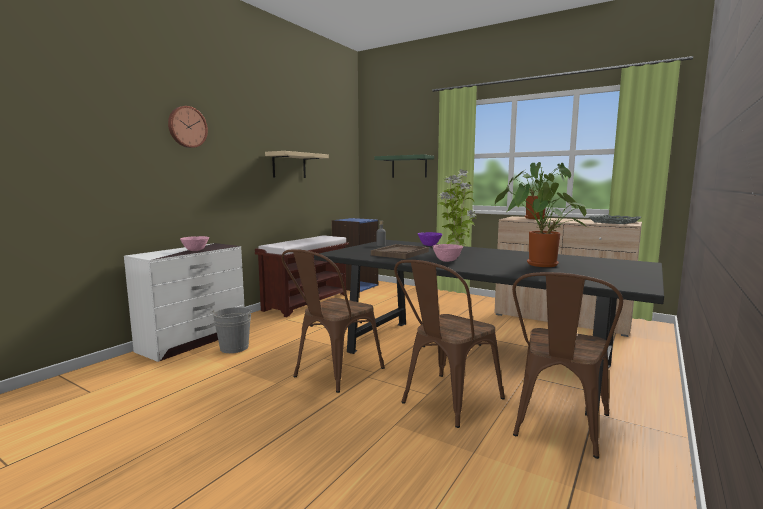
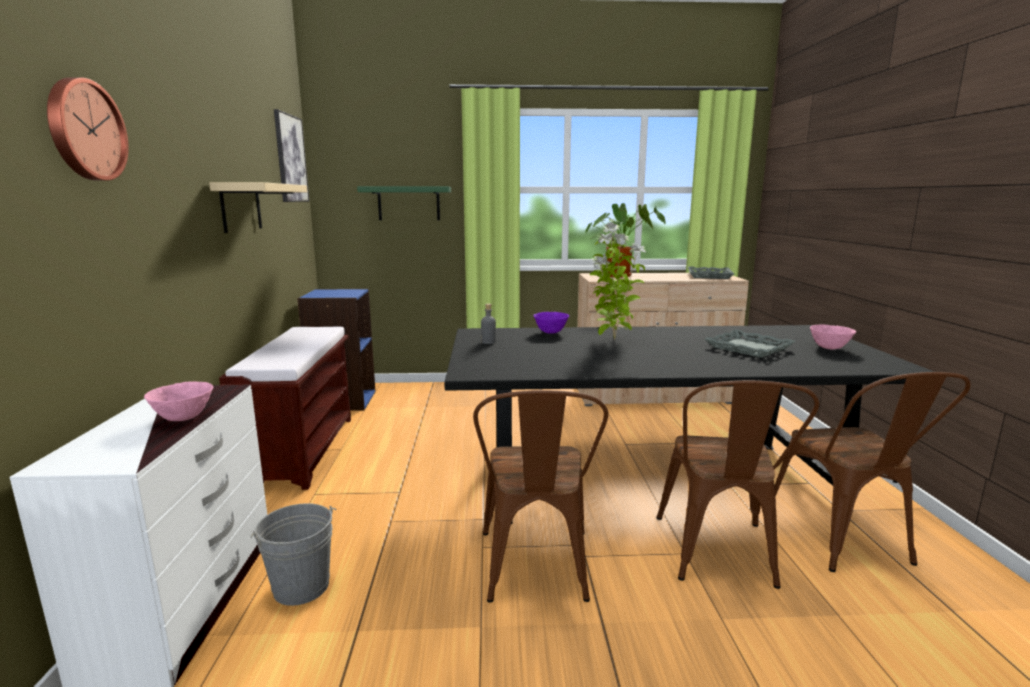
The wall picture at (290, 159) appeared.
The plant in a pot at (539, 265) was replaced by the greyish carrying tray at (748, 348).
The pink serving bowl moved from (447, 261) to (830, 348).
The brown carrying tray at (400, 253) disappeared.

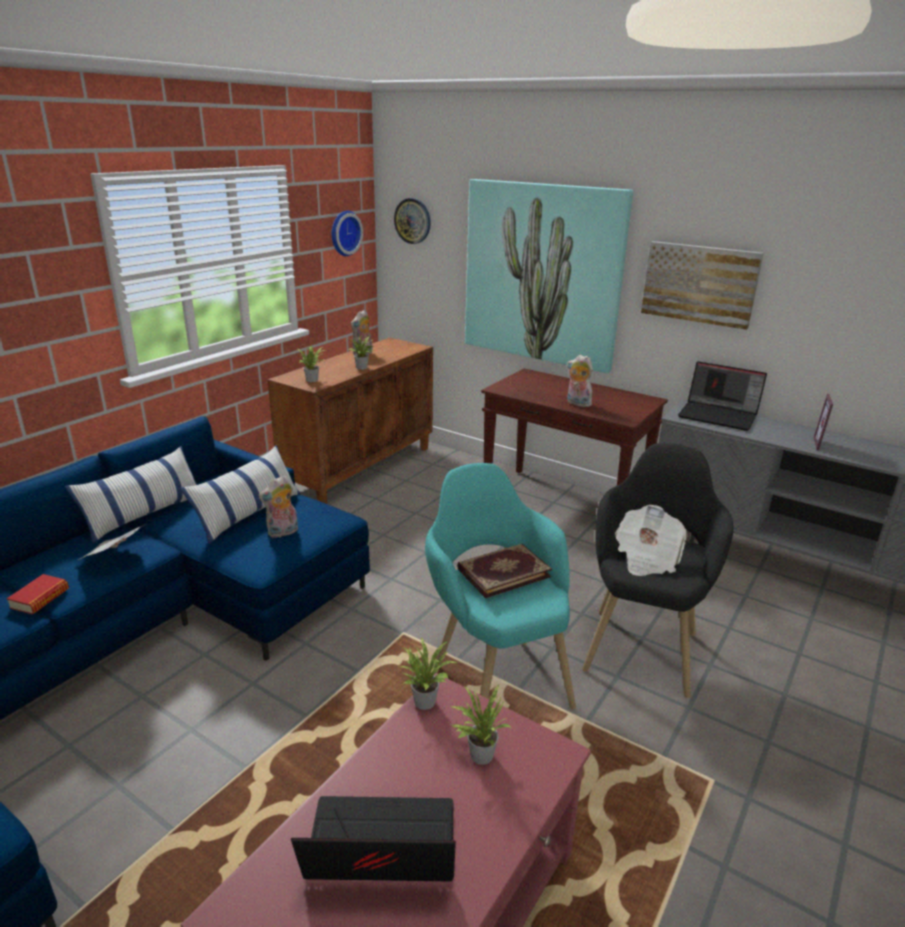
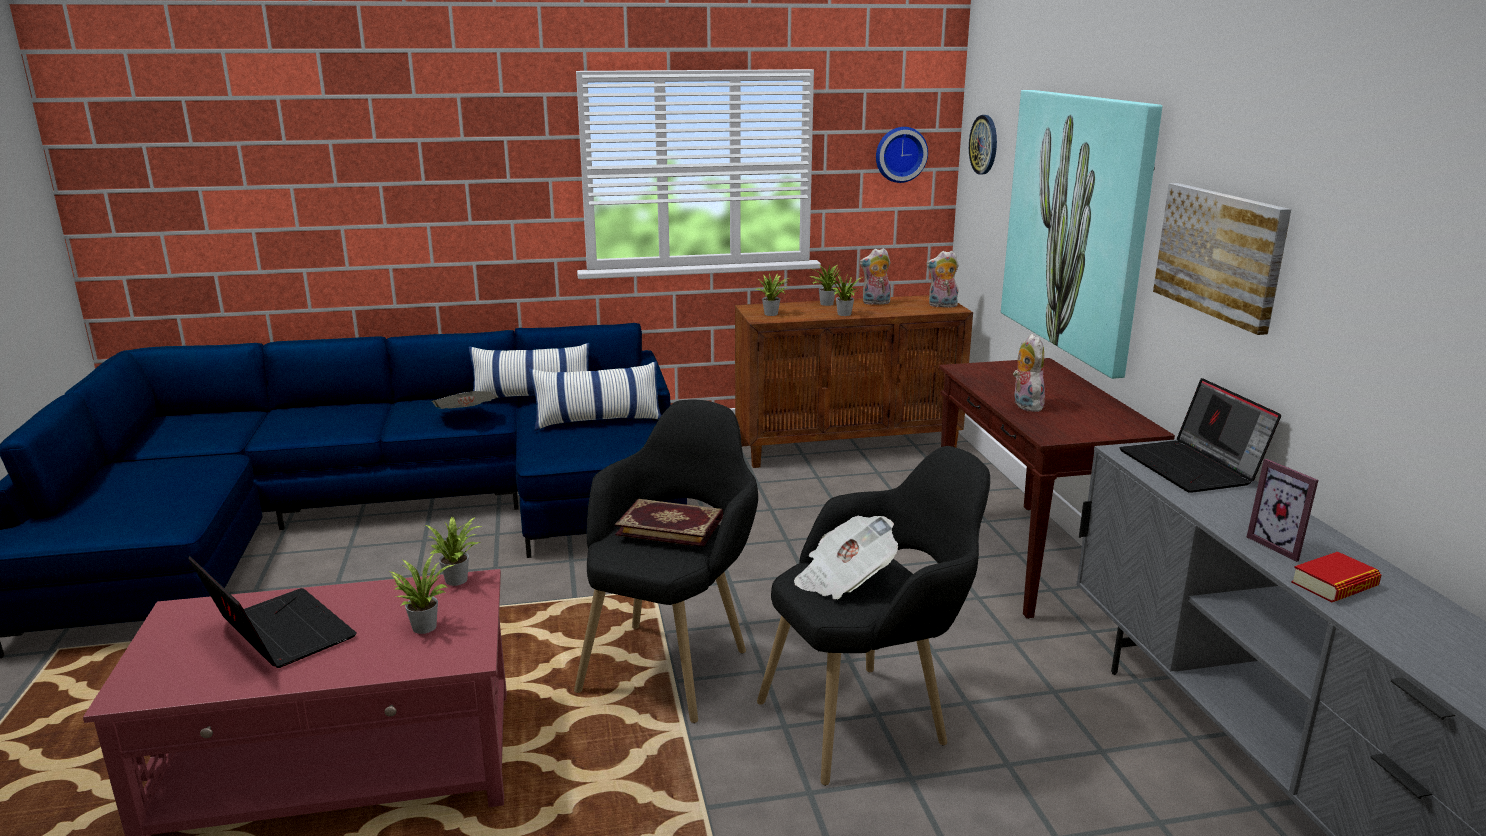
The blue-green lounge chair at (494, 674) became the blackish lounge chair at (673, 659).
The plant in a pot at (825, 304) appeared.
The plush toy moved from (283, 533) to (942, 306).
The standing frame at (825, 445) turned 90 degrees counterclockwise.
The bound book moved from (40, 598) to (1334, 585).

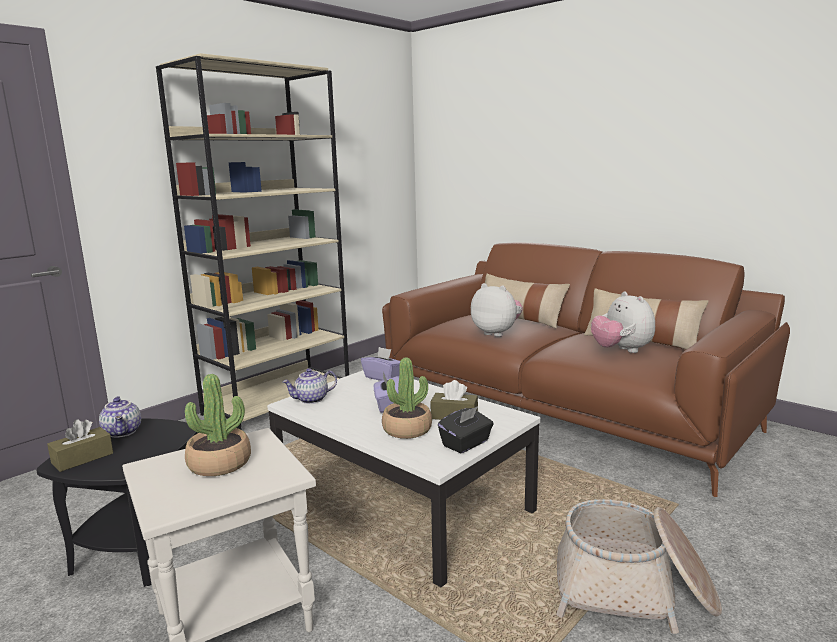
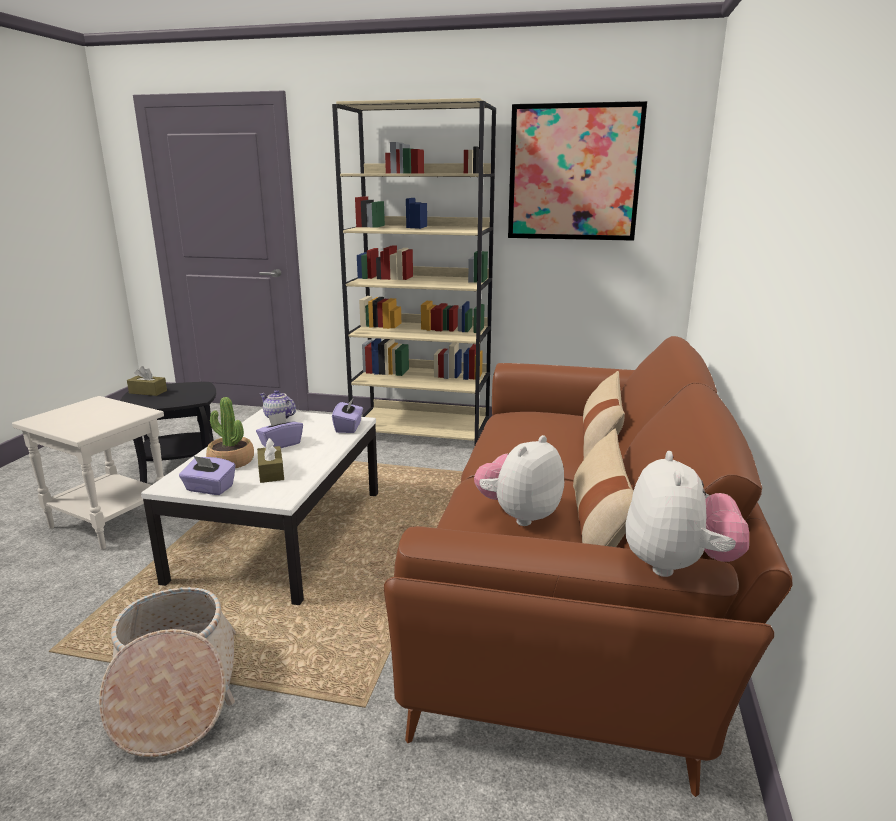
The blackish tissue holder at (466, 444) became the purplish tissue holder at (209, 489).
The wall picture at (574, 173) appeared.
The plush toy moved from (497, 333) to (677, 566).
The teapot at (123, 432) disappeared.
The plant in a pot at (219, 464) disappeared.

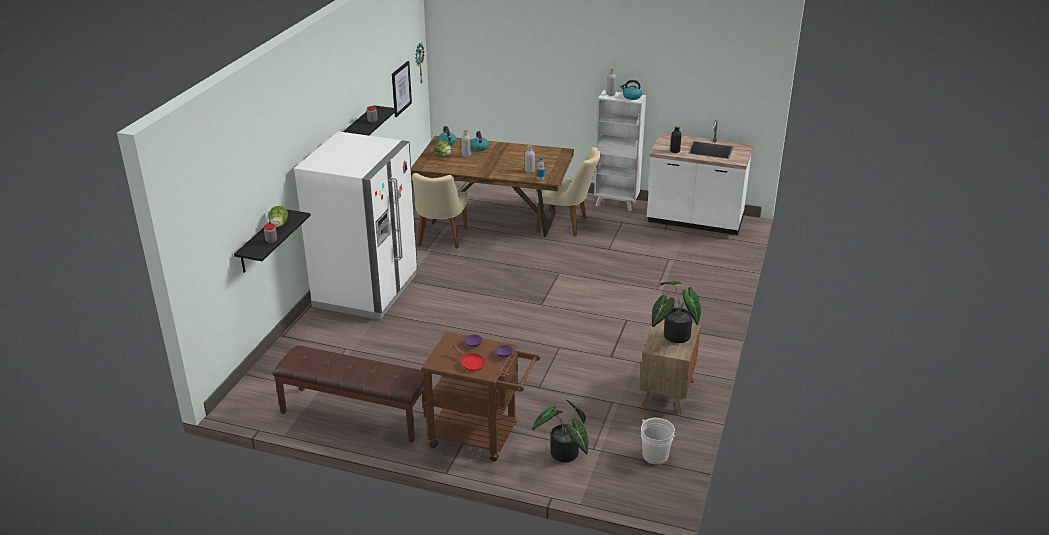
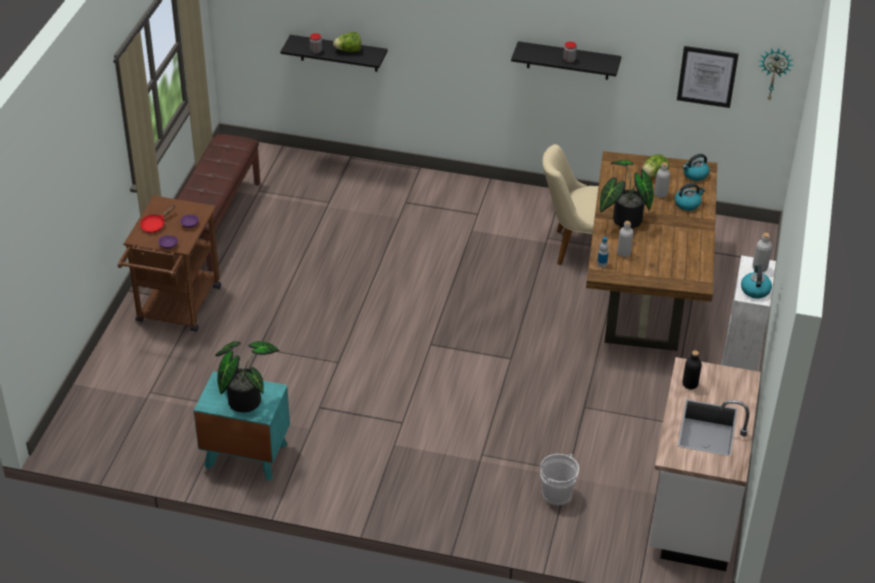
The brown night table at (667, 393) became the blue-green night table at (245, 455).
The white-coloured pail moved from (655, 455) to (556, 494).
The plant in a pot moved from (564, 456) to (623, 220).
The white-coloured kitchen fridge at (366, 291) disappeared.
The beige upright chair at (567, 225) disappeared.

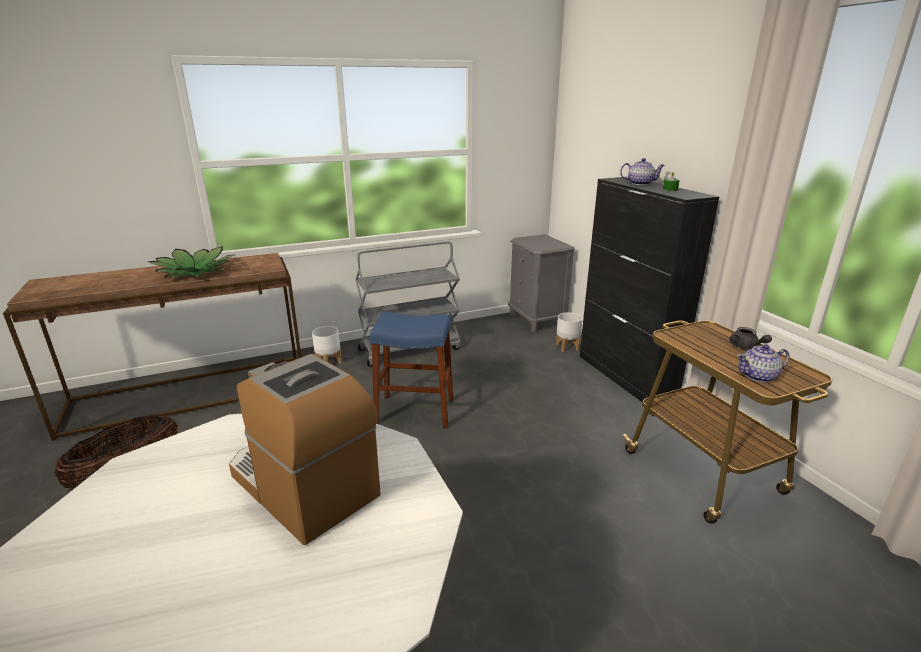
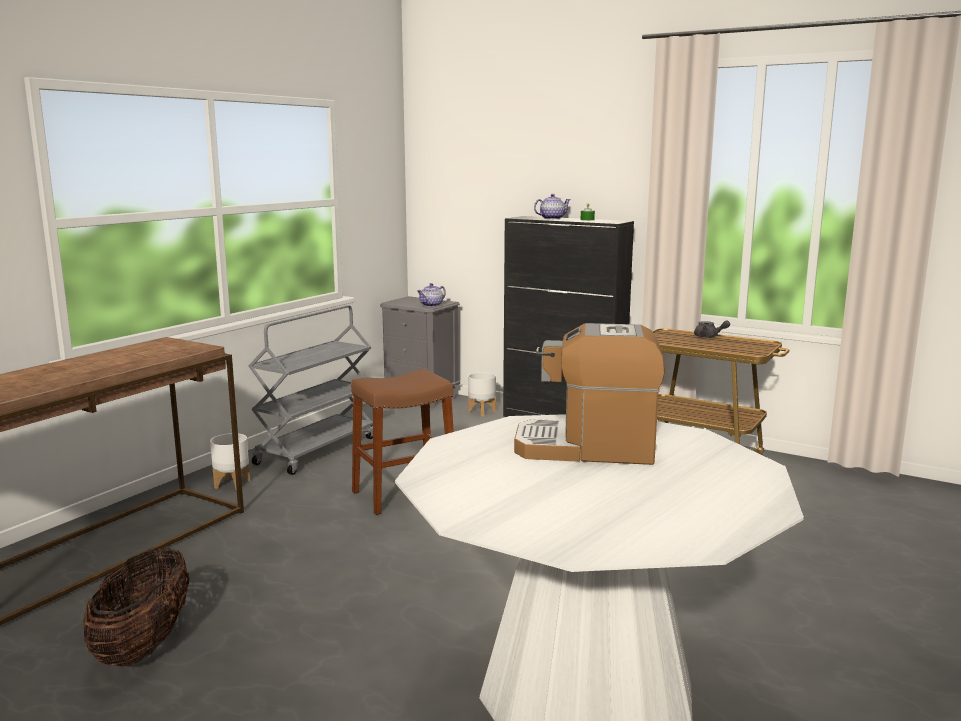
The blue-coloured stool at (415, 411) became the brown stool at (404, 494).
The teapot moved from (758, 376) to (432, 305).
The plant in a pot at (194, 272) disappeared.

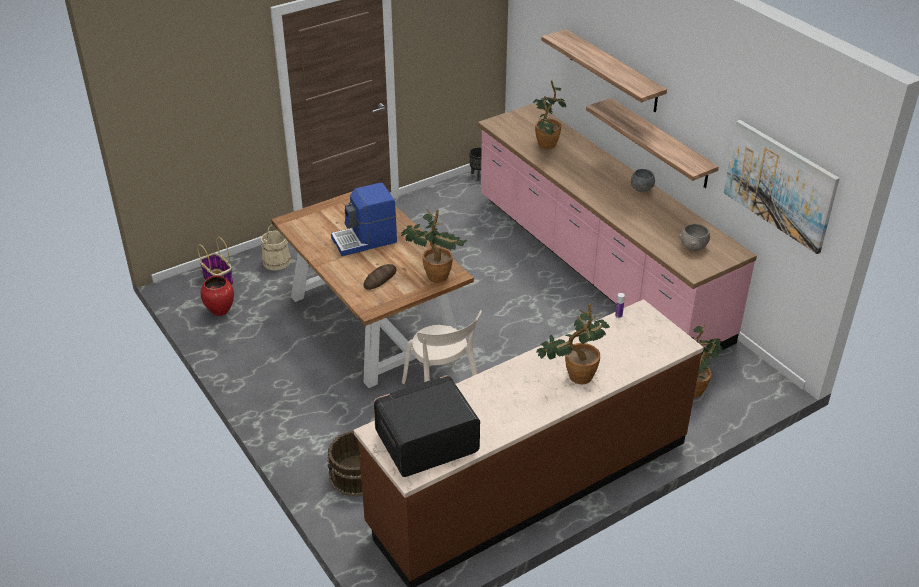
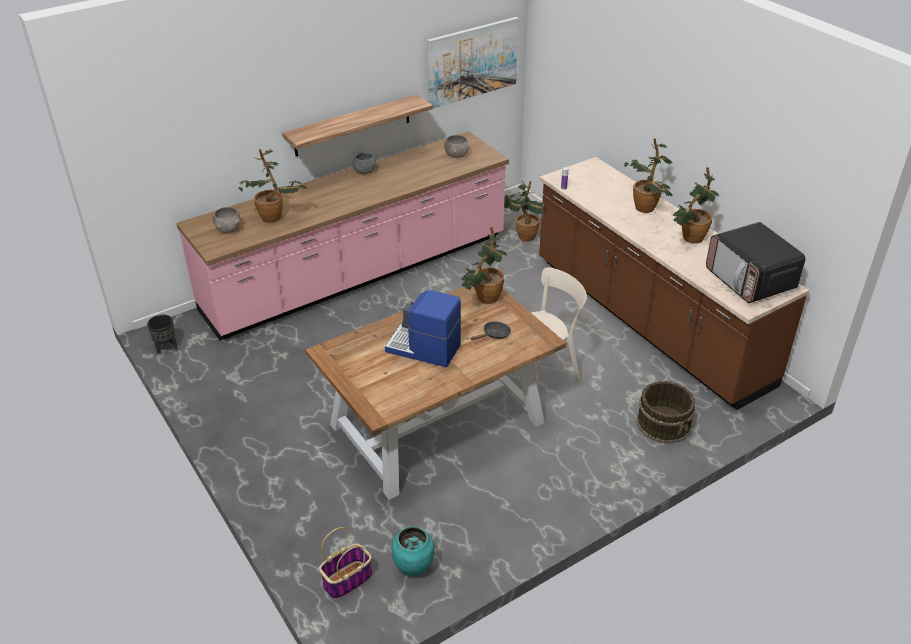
The greyish serving bowl at (228, 229) appeared.
The coffee brewer at (365, 240) turned 135 degrees clockwise.
The red-coloured decorative vase at (220, 311) became the blue-green decorative vase at (413, 568).
The bakery bread at (380, 279) was replaced by the blackish pan at (494, 335).
The plant in a pot at (689, 239) appeared.
The beige pail at (276, 261) disappeared.
The bracket shelf at (613, 71) disappeared.

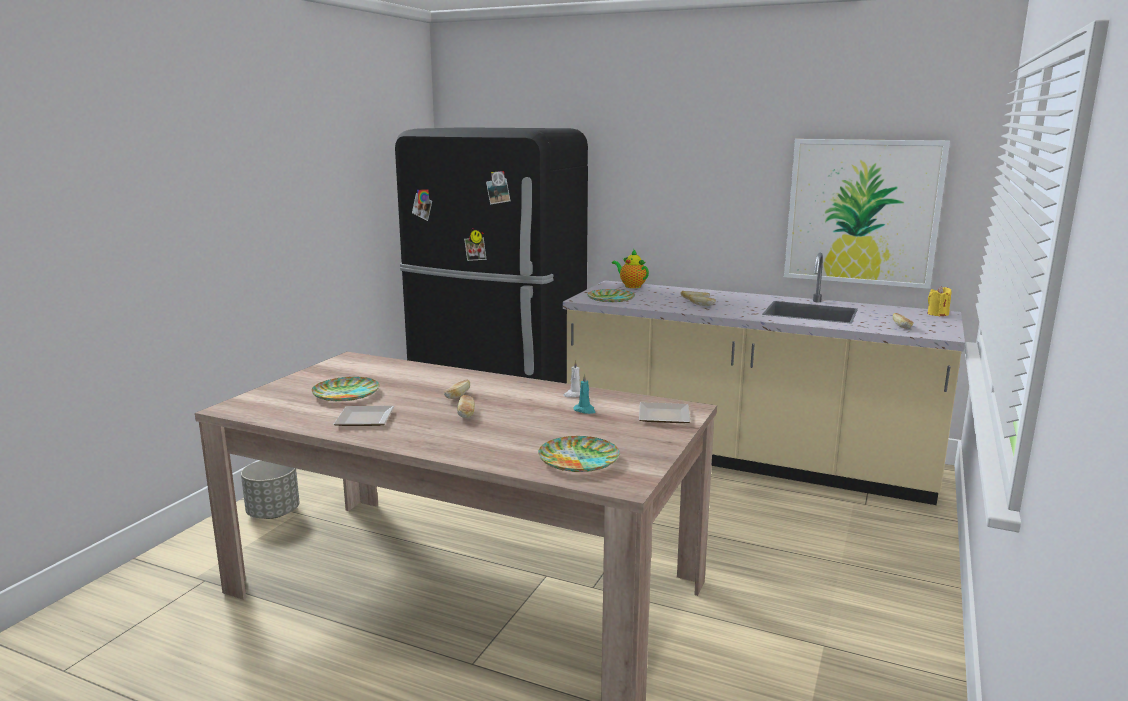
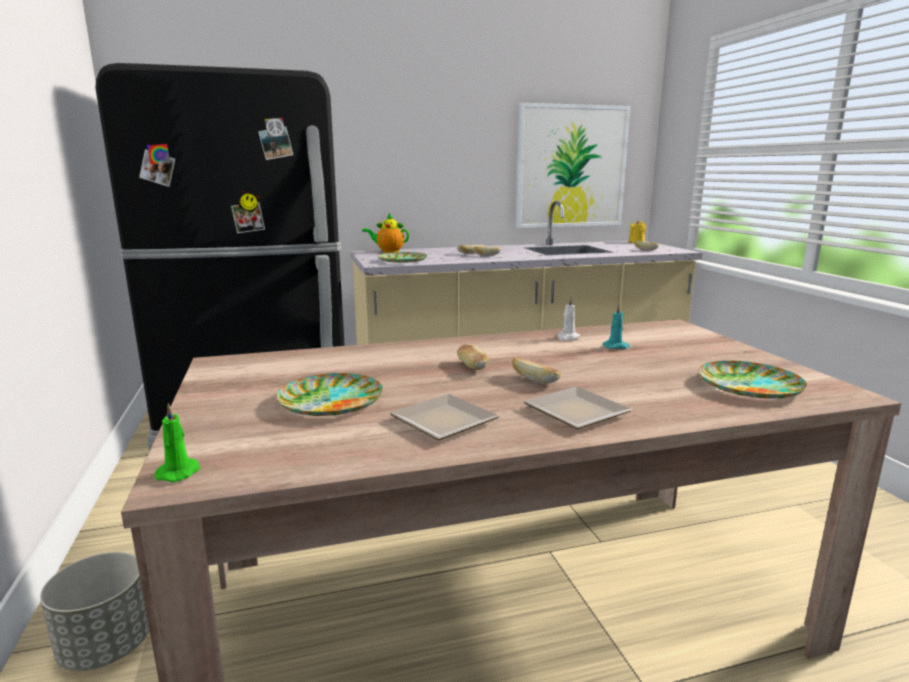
The greenish wax candle at (180, 472) appeared.
The dinner plate moved from (662, 415) to (572, 412).

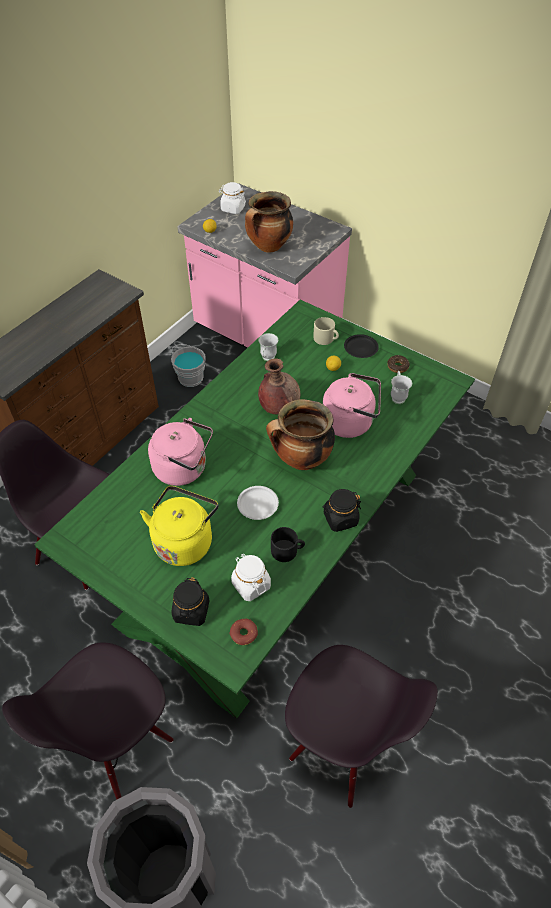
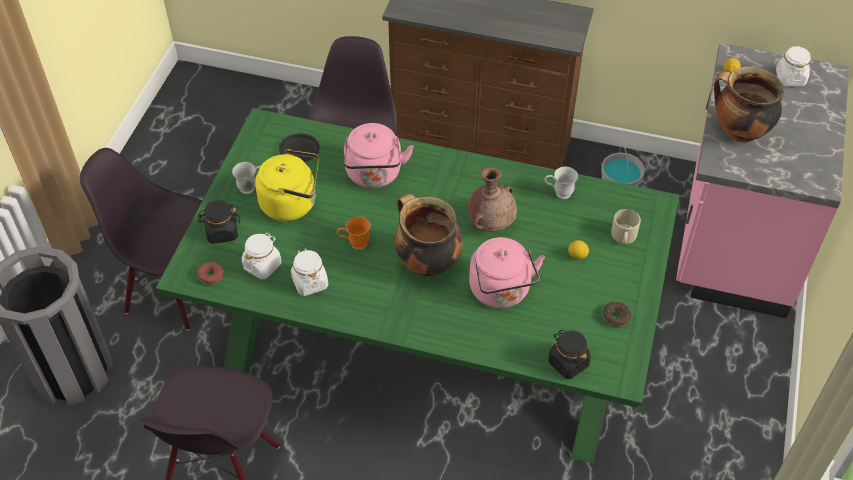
The white-coloured coffee mug moved from (397, 396) to (251, 187).
The blackish dinner plate moved from (361, 348) to (299, 150).
The blackish coffee mug at (287, 550) was replaced by the white-coloured storage jar at (310, 282).
The white-coloured dinner plate at (258, 505) was replaced by the orangey coffee mug at (354, 244).
The blackish storage jar moved from (340, 519) to (568, 363).

